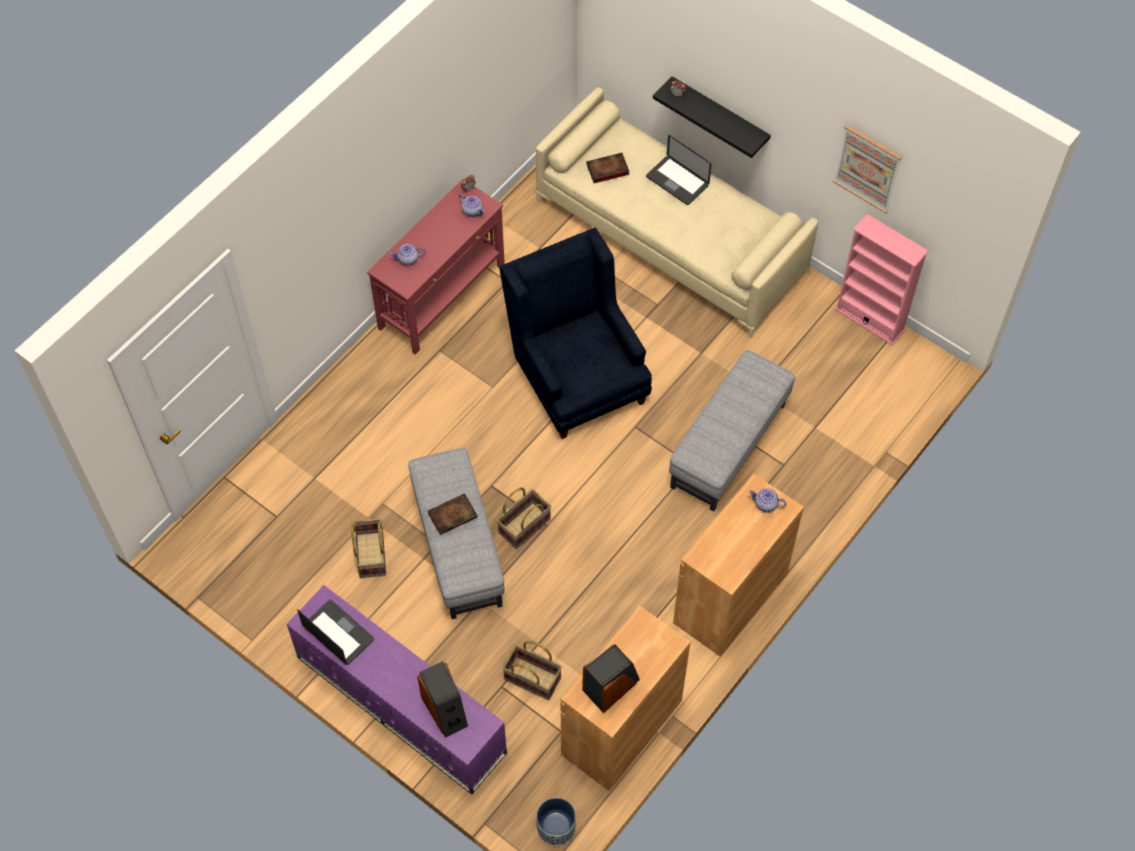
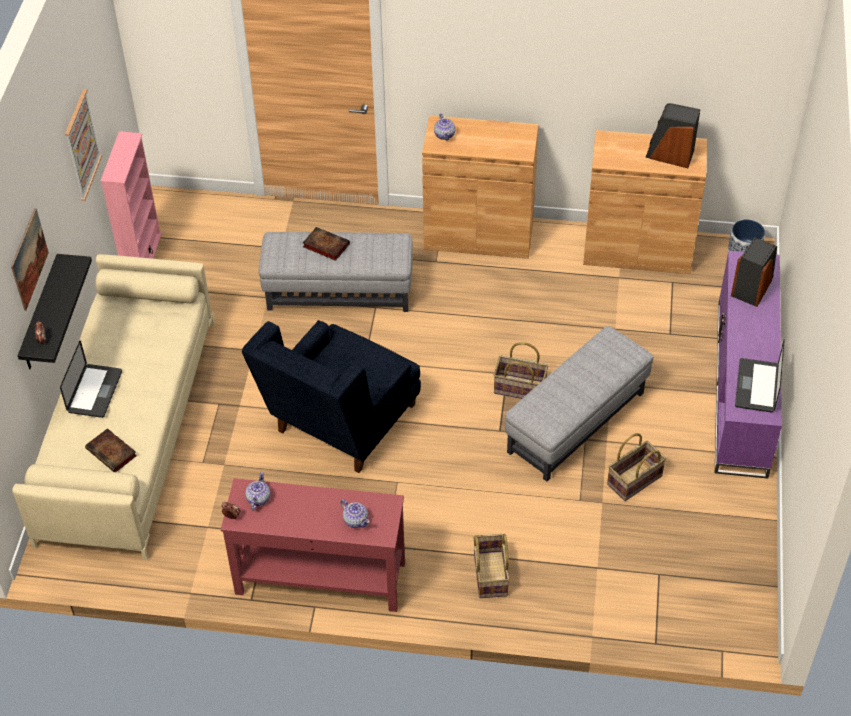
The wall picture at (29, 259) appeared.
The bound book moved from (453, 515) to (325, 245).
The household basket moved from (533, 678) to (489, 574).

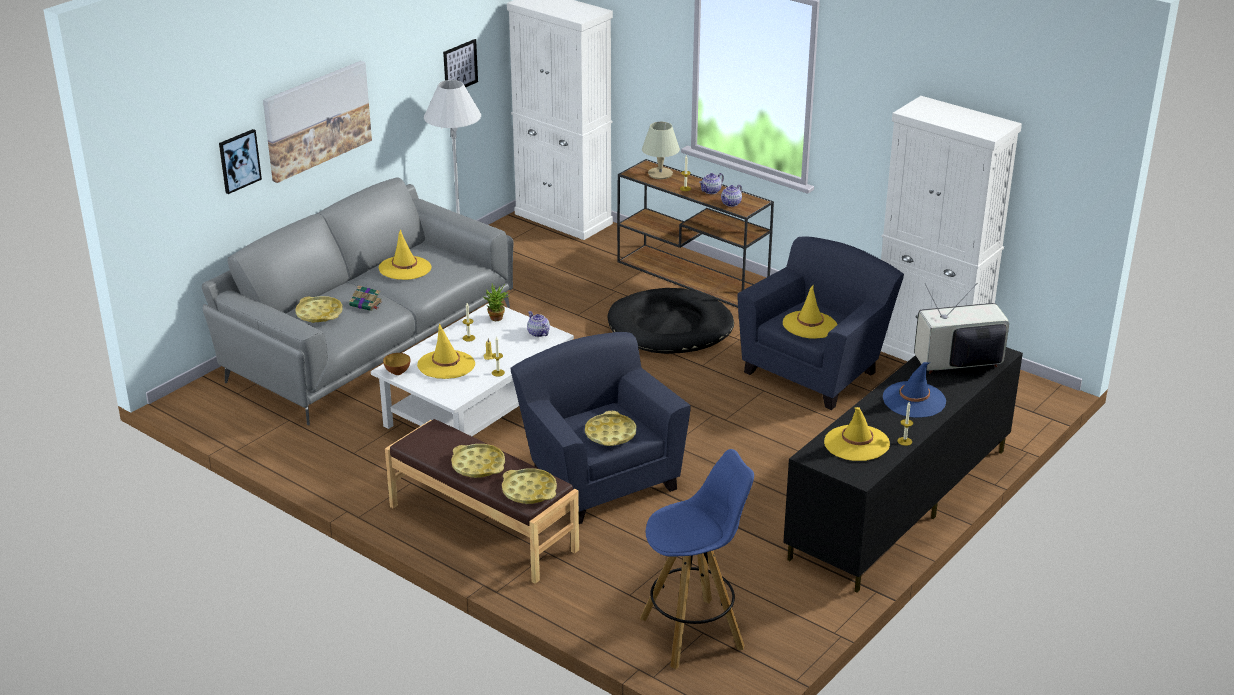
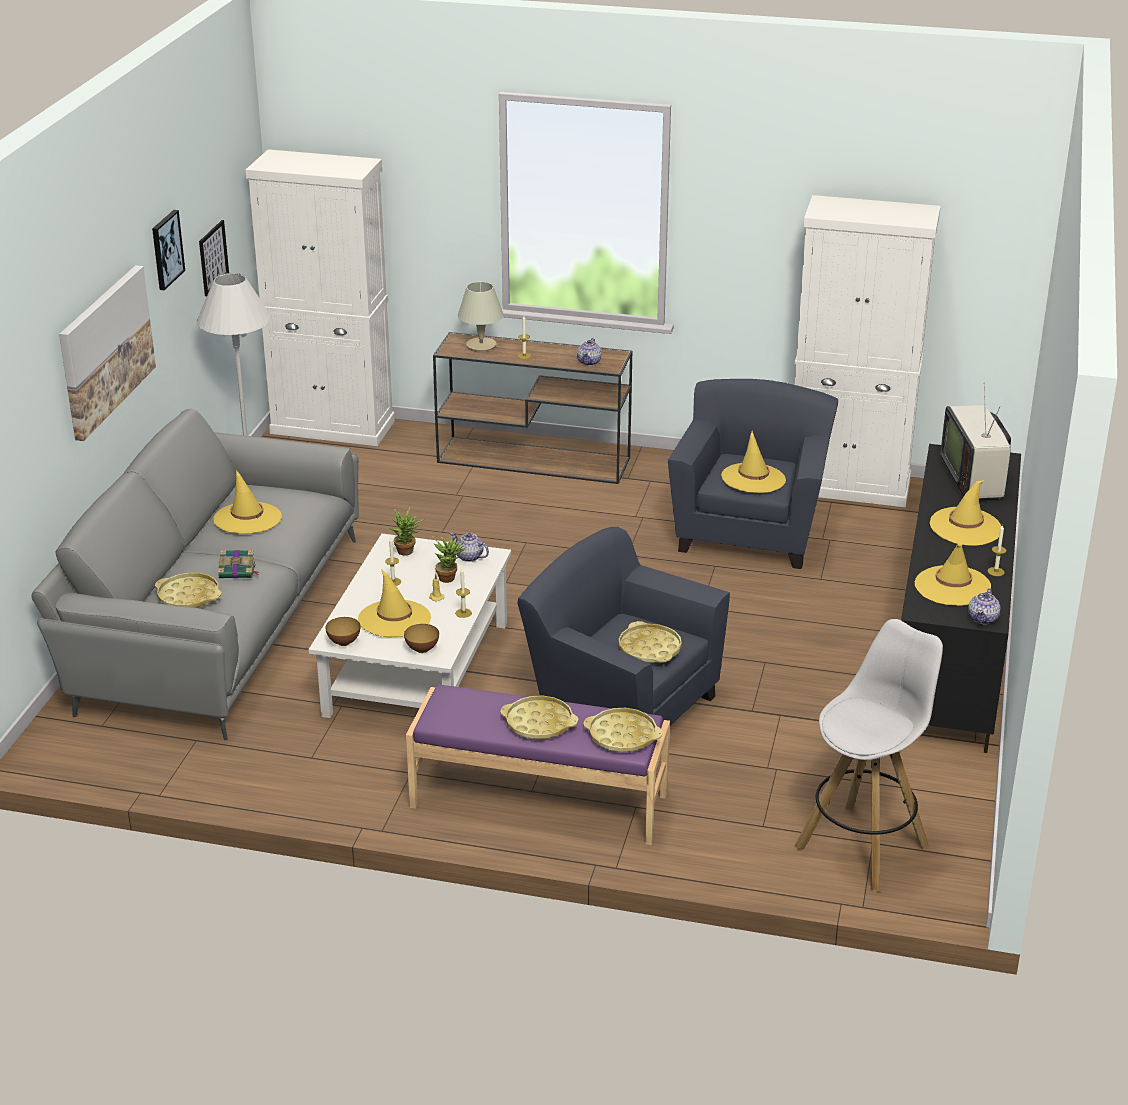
The wall picture moved from (239, 161) to (166, 249).
The serving bowl at (422, 649) appeared.
The brown long seat at (482, 528) became the purplish long seat at (538, 801).
The plant in a pot at (450, 577) appeared.
The blue-coloured stool at (693, 632) became the white-coloured stool at (863, 846).
The blue-coloured hat at (914, 400) became the yellow-coloured hat at (965, 527).
The television at (960, 364) turned 60 degrees counterclockwise.
The teapot moved from (711, 191) to (983, 618).
The blackish dog cushion at (670, 327) disappeared.

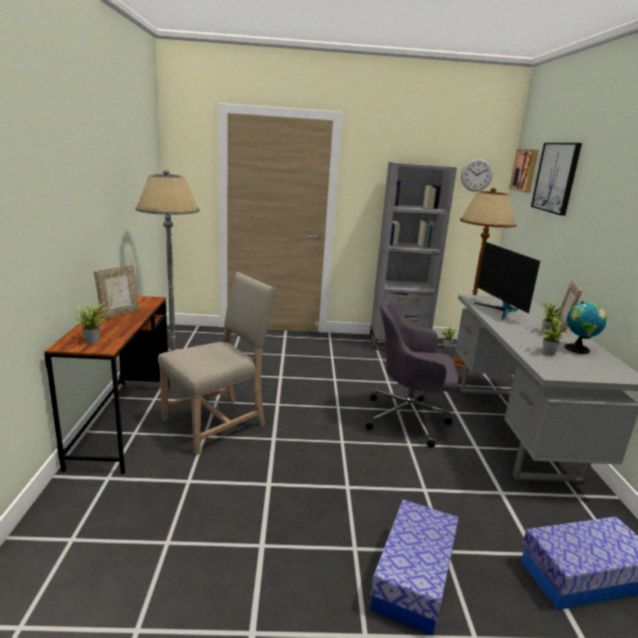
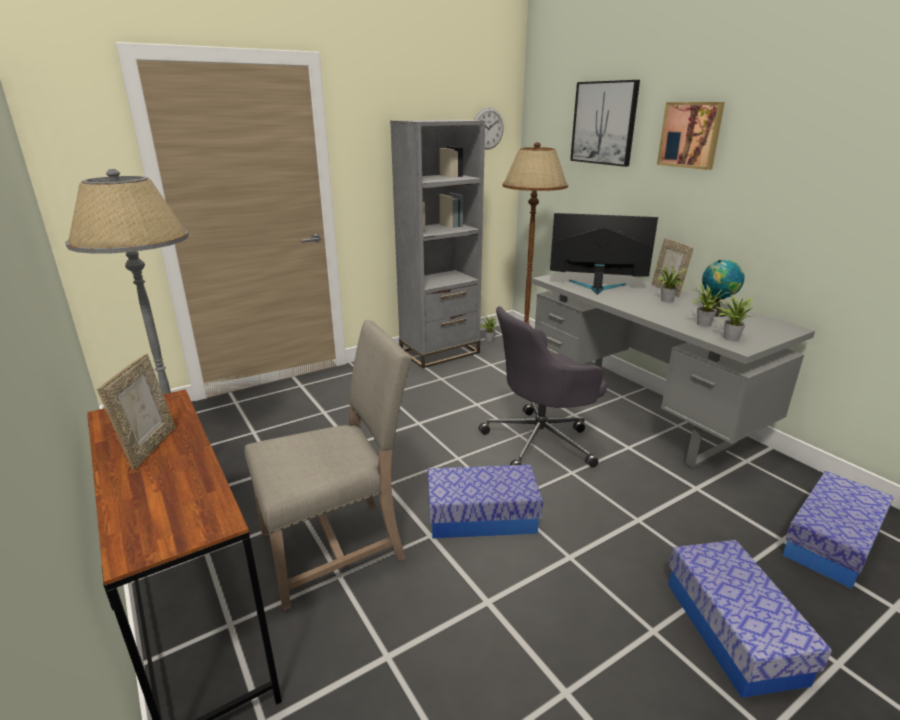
The beige upright chair at (218, 422) turned 45 degrees clockwise.
The storage box at (481, 517) appeared.
The computer display at (500, 310) turned 150 degrees clockwise.
The wall picture moved from (525, 170) to (691, 135).
The plant in a pot moved from (93, 340) to (729, 338).

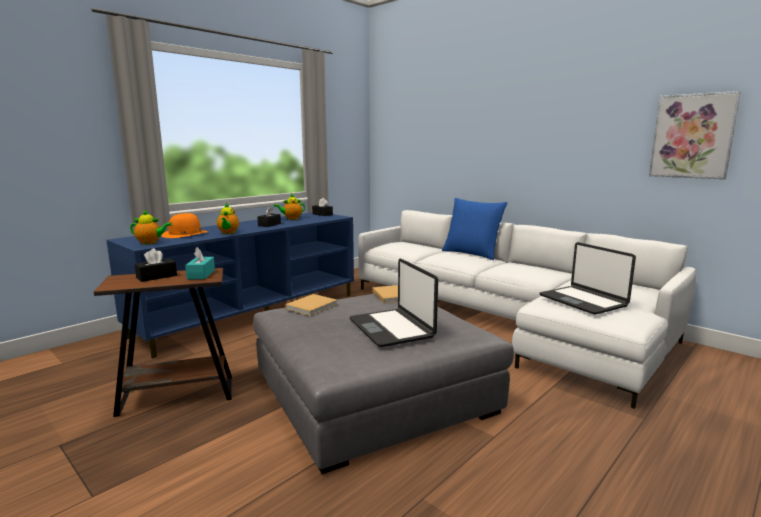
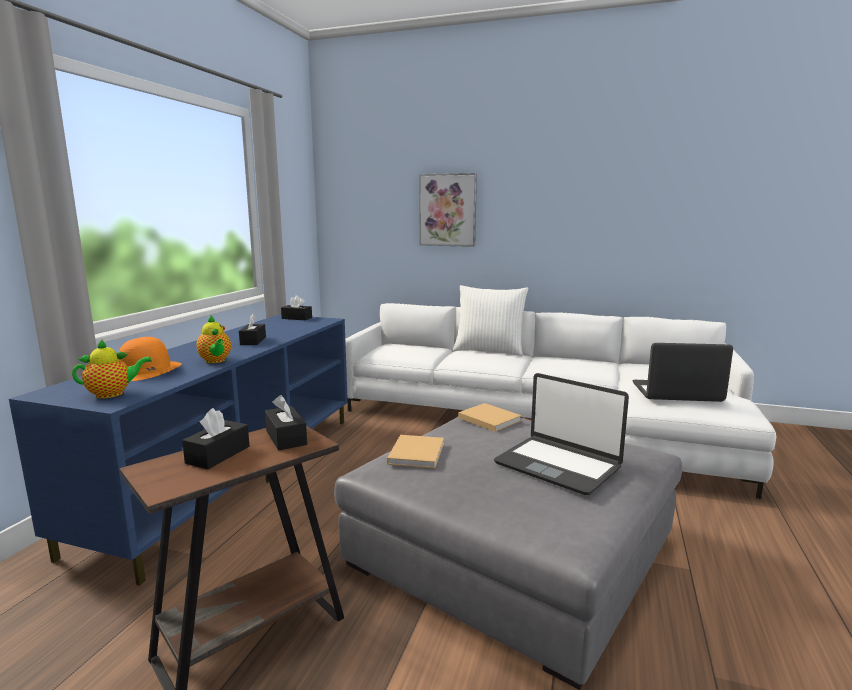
The blue-green tissue holder at (201, 274) became the blackish tissue holder at (286, 438).
The wall picture moved from (692, 136) to (447, 210).
The blue-coloured pillow at (472, 254) became the white-coloured pillow at (489, 351).
The portable computer at (583, 301) turned 150 degrees clockwise.
The teapot at (291, 218) disappeared.

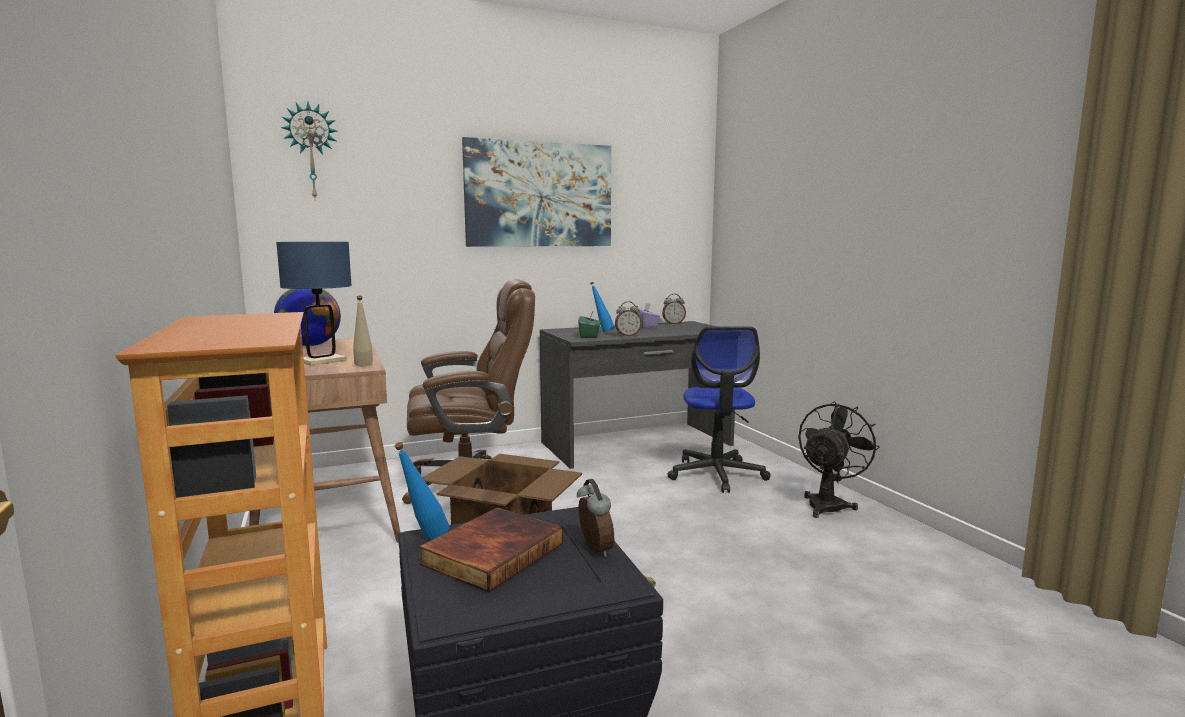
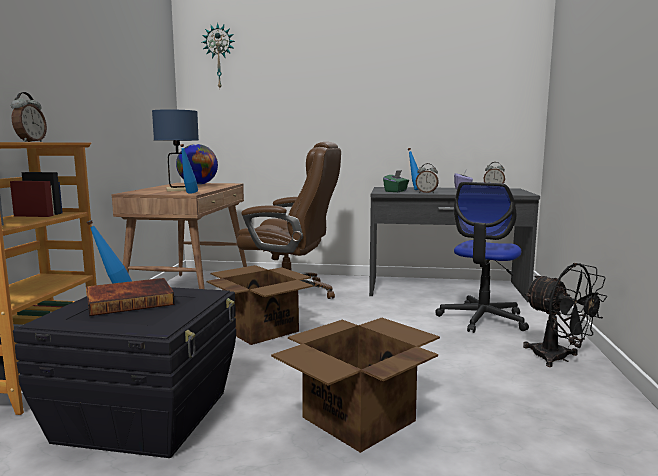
The table clock moved from (594, 550) to (30, 141).
The beige beverage bottle at (364, 367) became the blue-coloured beverage bottle at (189, 193).
The packing box at (357, 419) appeared.
The blackish electric fan at (829, 504) turned 75 degrees clockwise.
The wall picture at (539, 195) disappeared.

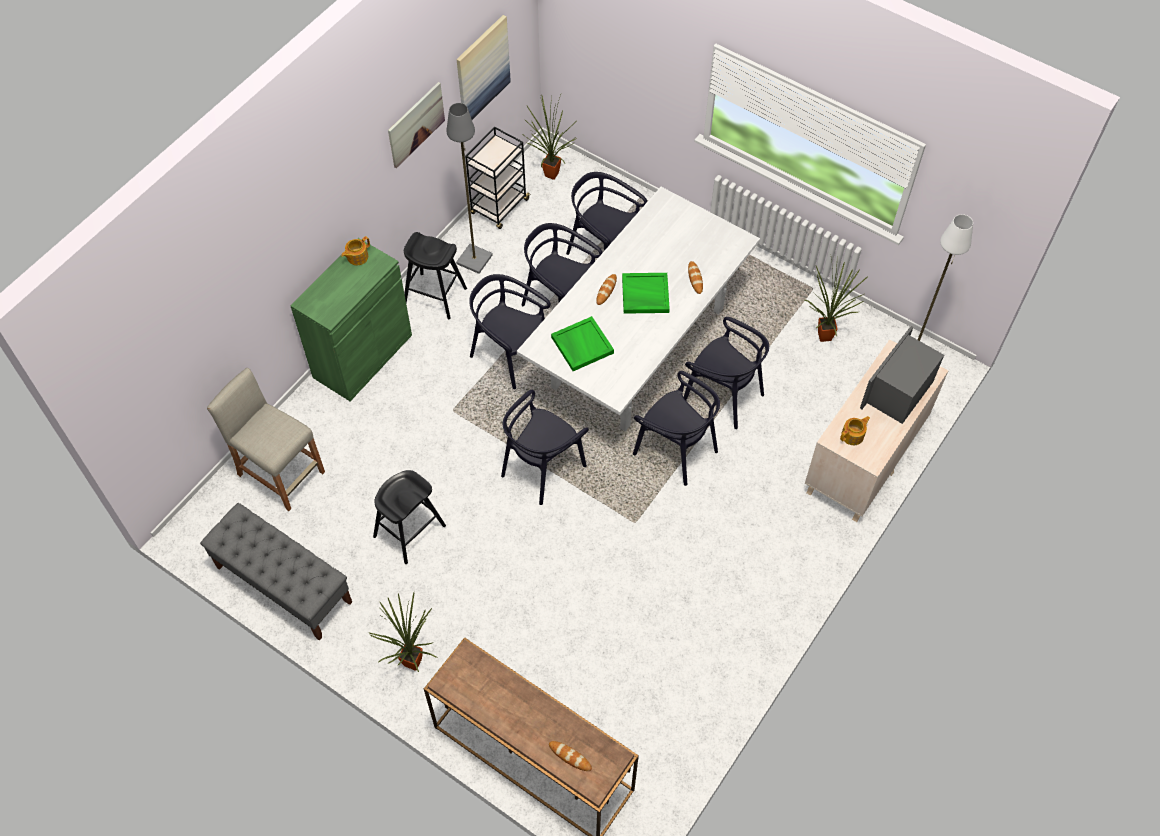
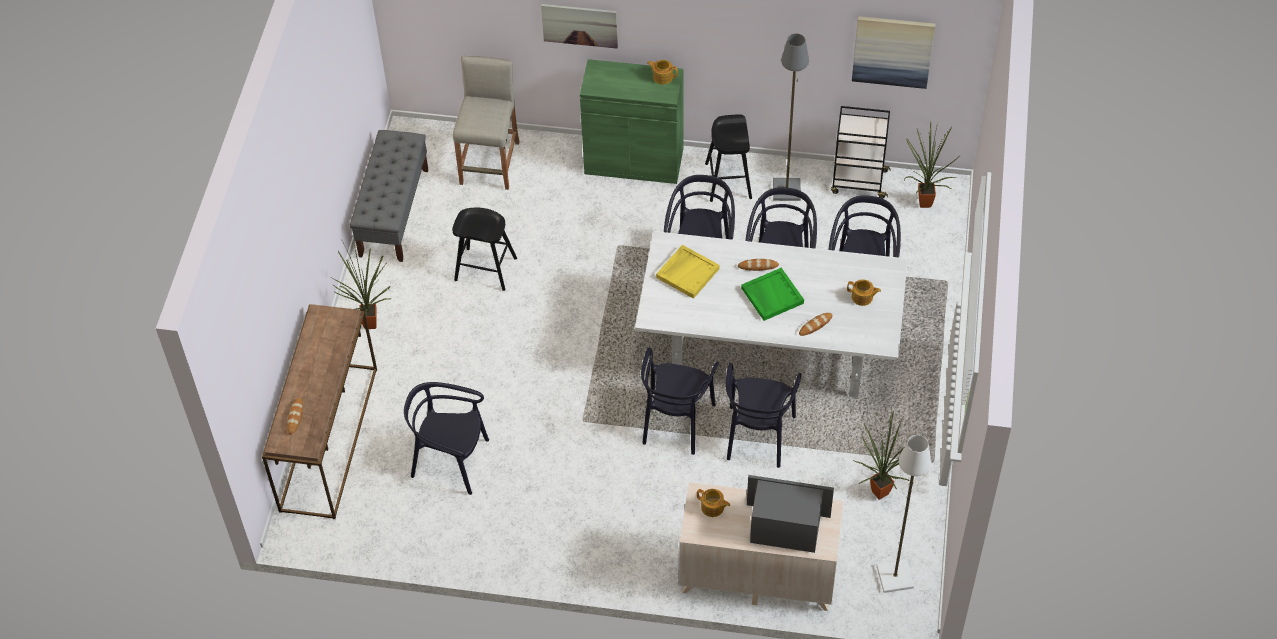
The blackish upright chair moved from (542, 468) to (450, 461).
The wall picture moved from (416, 124) to (580, 25).
The greenish carrying tray at (581, 345) became the yellow-coloured carrying tray at (687, 272).
The teapot at (862, 297) appeared.

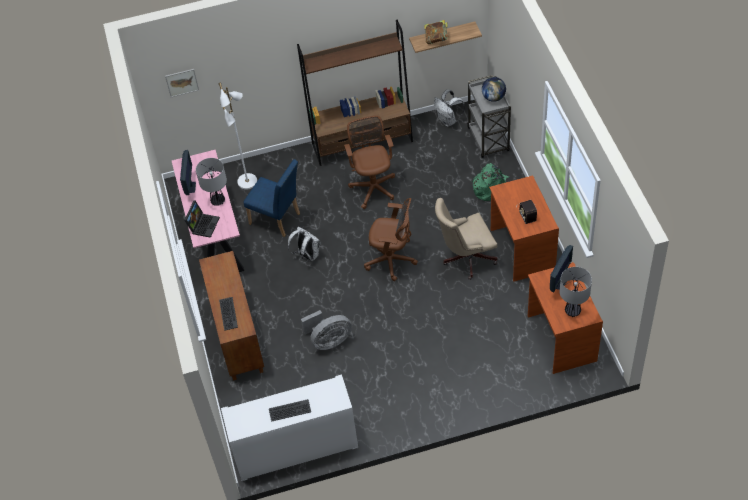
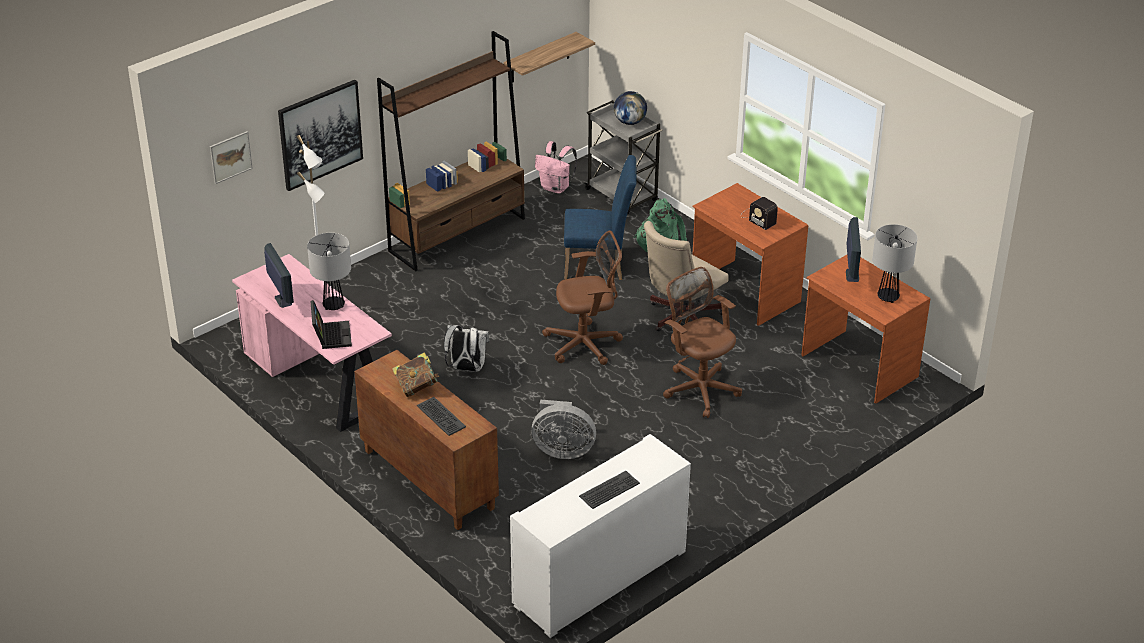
The wall picture at (320, 134) appeared.
The bound book moved from (436, 39) to (416, 387).
The greyish electric fan at (329, 341) turned 60 degrees clockwise.
The white-coloured backpack at (448, 120) became the pink backpack at (556, 188).
The blue-coloured upright chair moved from (278, 220) to (599, 266).
The brown office chair moved from (373, 186) to (699, 388).

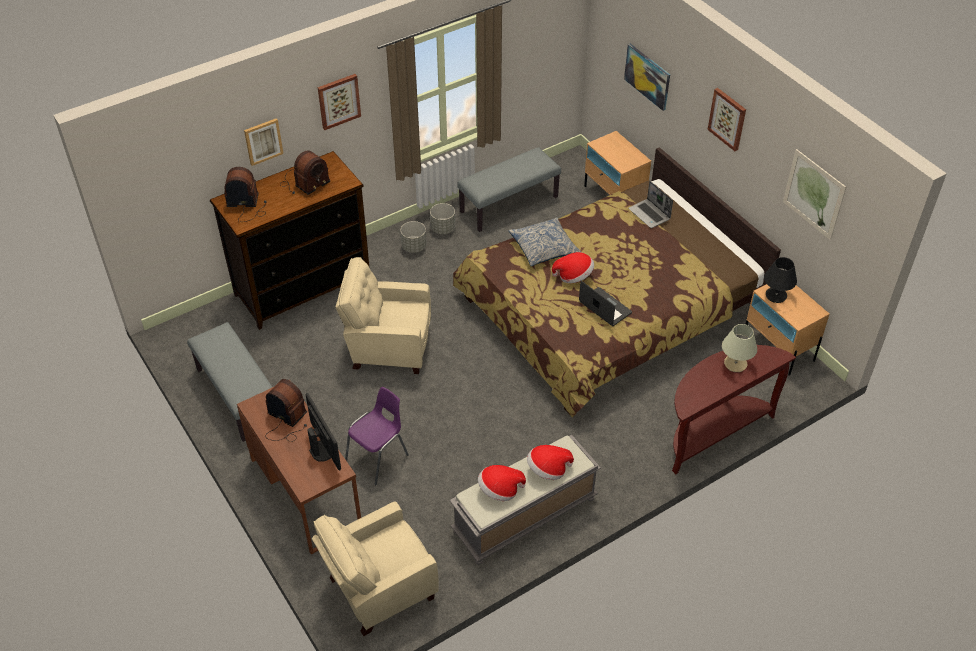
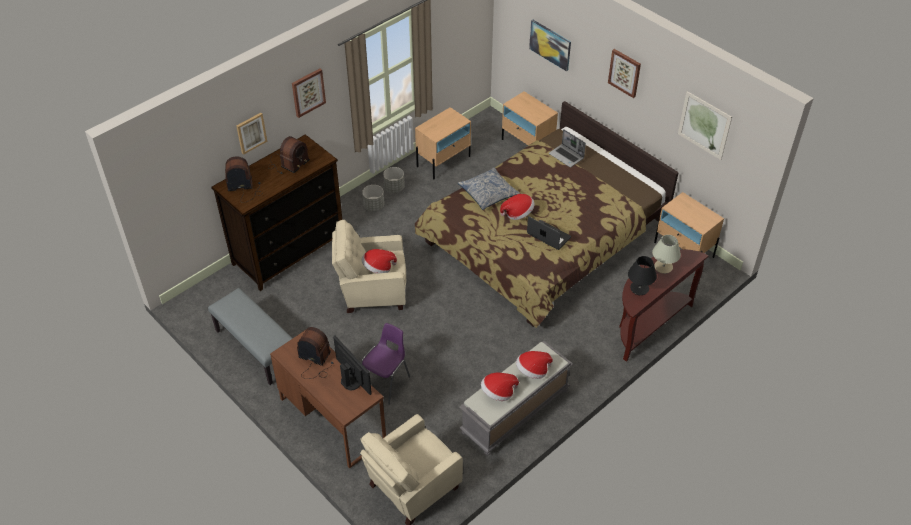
The hat at (378, 268) appeared.
The greyish long seat at (509, 204) was replaced by the beige night table at (444, 161).
The blackish table lamp moved from (776, 295) to (639, 288).

